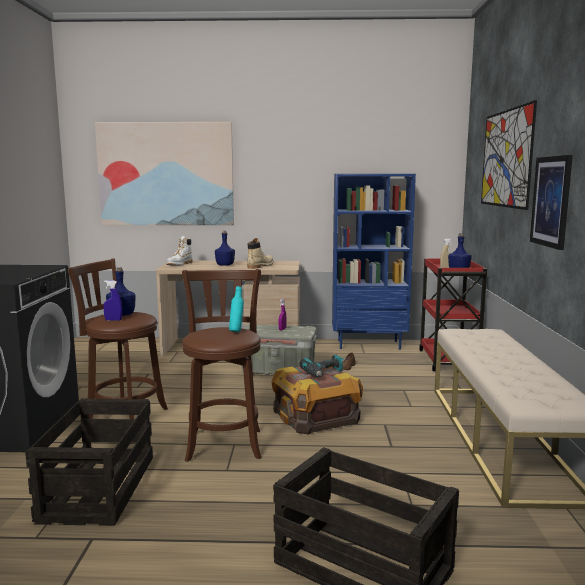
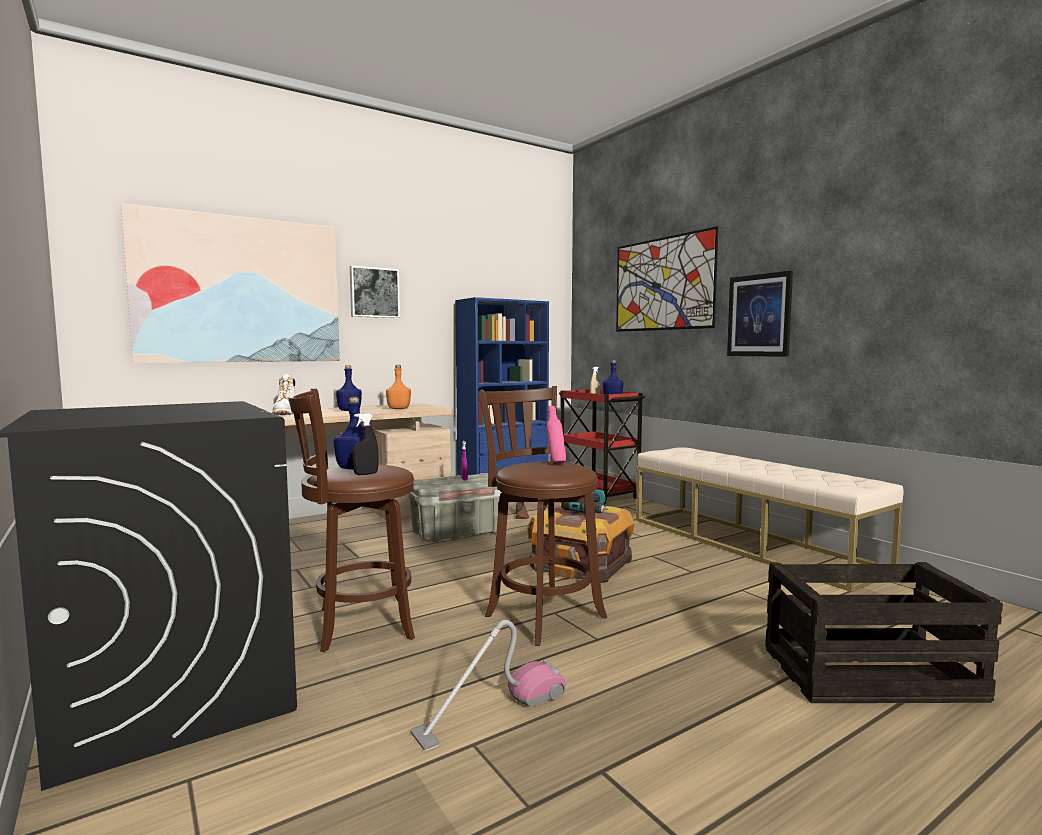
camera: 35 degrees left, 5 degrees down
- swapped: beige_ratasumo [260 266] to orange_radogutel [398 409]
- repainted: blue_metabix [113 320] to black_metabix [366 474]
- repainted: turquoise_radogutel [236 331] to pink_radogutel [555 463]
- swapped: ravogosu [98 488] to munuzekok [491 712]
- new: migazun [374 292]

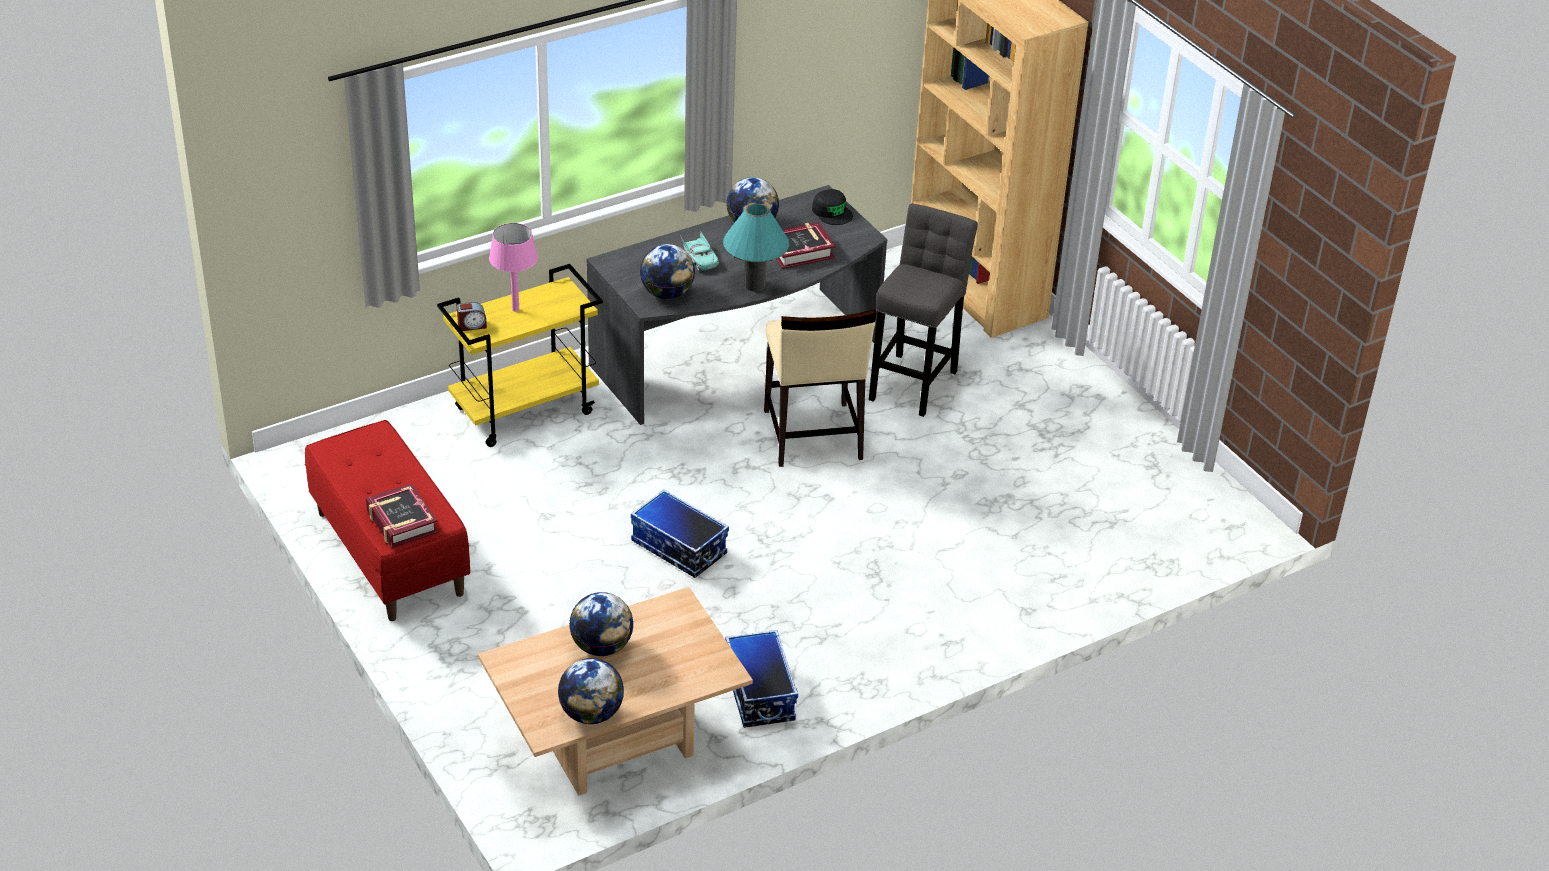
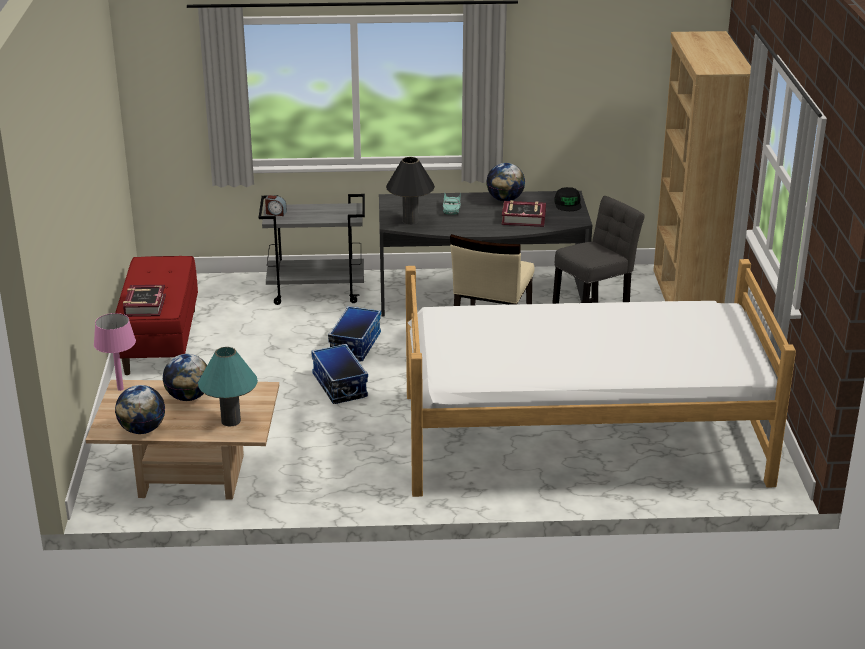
camera: 30 degrees right, 10 degrees down
- shifted: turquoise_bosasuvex [754 285] to [231 421]
- shifted: pink_bosasuvex [515 309] to [120 388]
- swapped: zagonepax [667 294] to black_bosasuvex [410 221]
- repainted: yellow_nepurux [525 410] to grey_nepurux [317 292]
- shifted: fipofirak [758 693] to [354 345]
- new: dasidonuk [583 439]

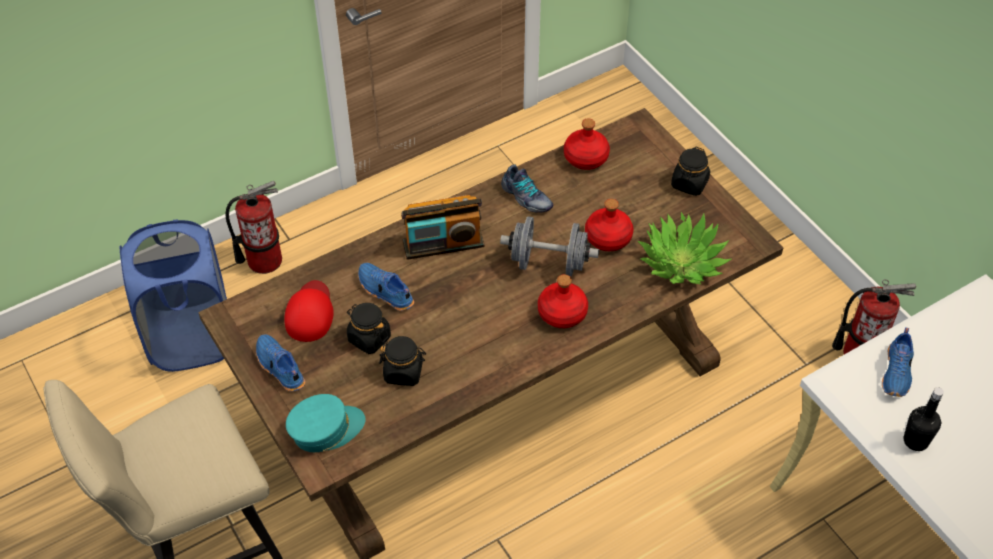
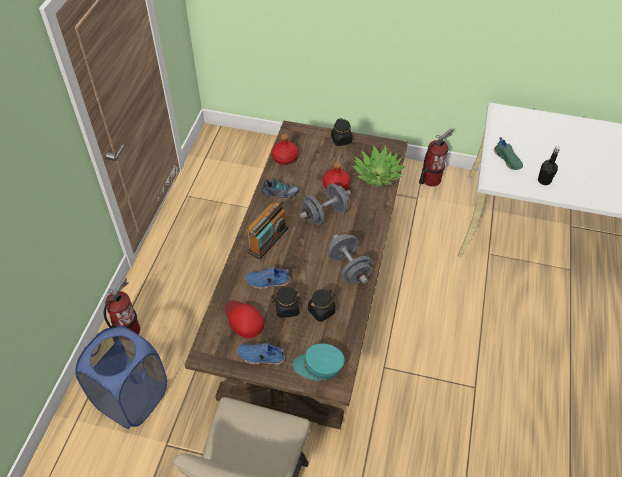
camera: 45 degrees left, 0 degrees up
- gone: red_radogutel [563 313]
- repainted: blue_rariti [897 373] to green_rariti [508 160]
- rotated: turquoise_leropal [326 429] = [319 366] 105 degrees counterclockwise
- new: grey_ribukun [349 268]

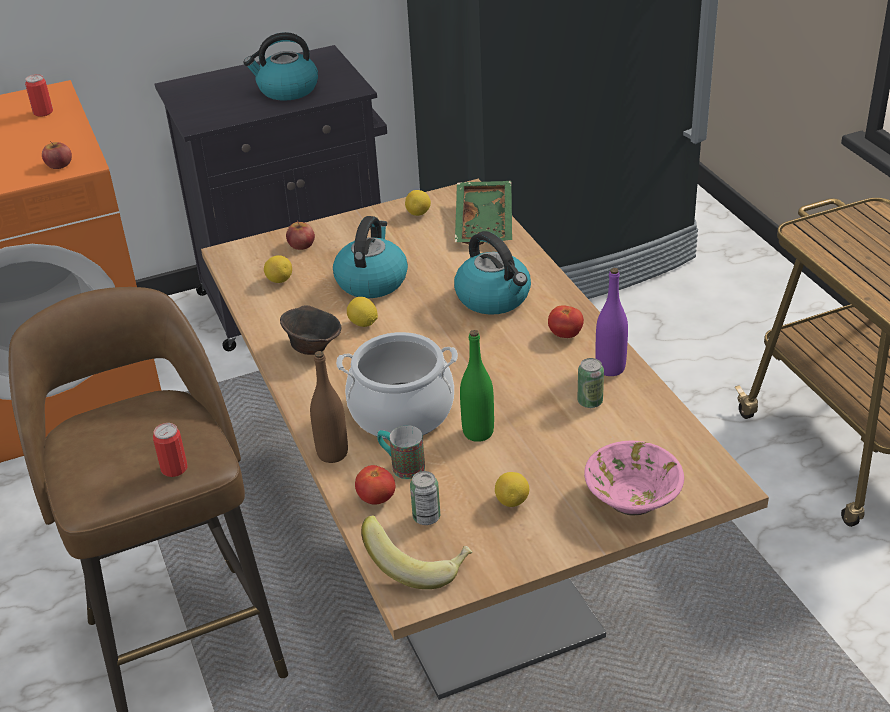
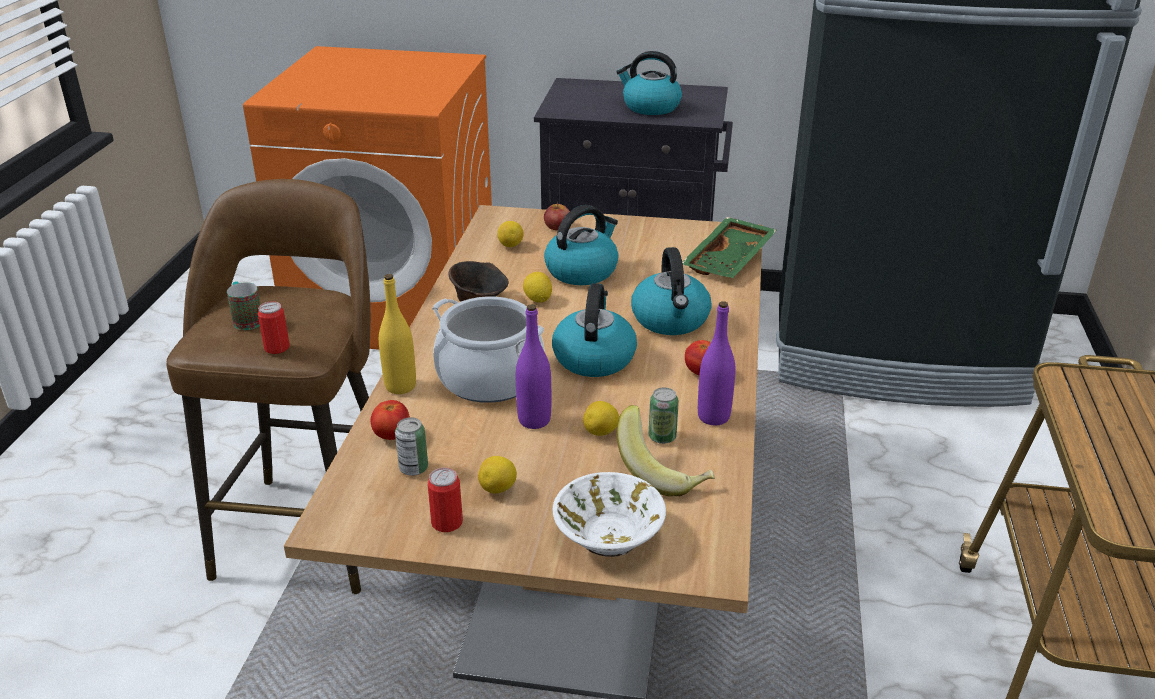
camera: 30 degrees right, 5 degrees down
- shifted: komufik [43 112] to [447 523]
- gone: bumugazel [59 164]
- shifted: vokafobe [418 213] to [601 432]
- repainted: green_radogutel [478 432] to purple_radogutel [534 420]
- repainted: brown_radogutel [332 453] to yellow_radogutel [400 386]
- shifted: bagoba [401 466] to [246 319]
- repainted: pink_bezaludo [632 498] to white_bezaludo [608 537]
- shifted: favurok [418 565] to [663 472]
- new: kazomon [593 357]

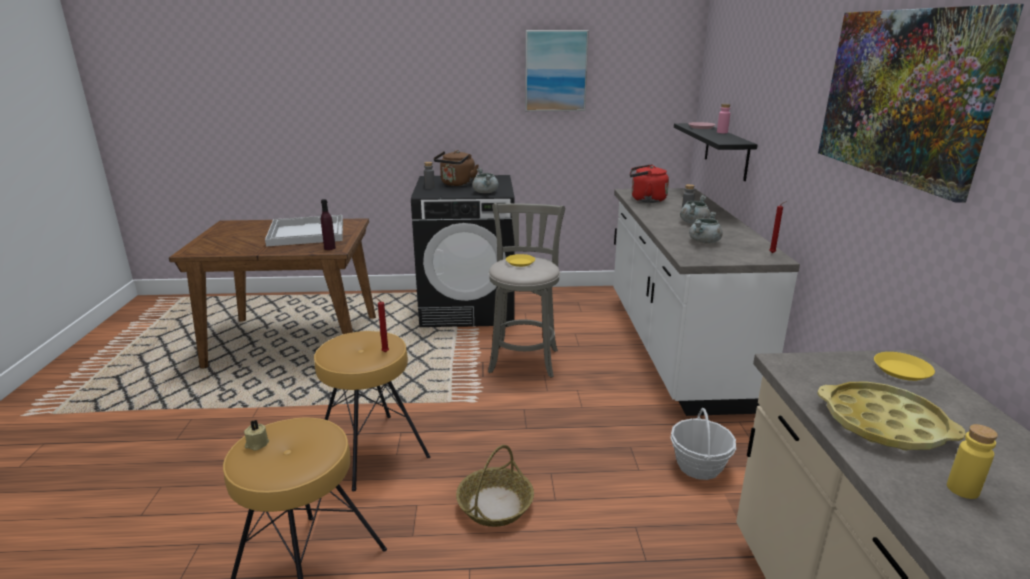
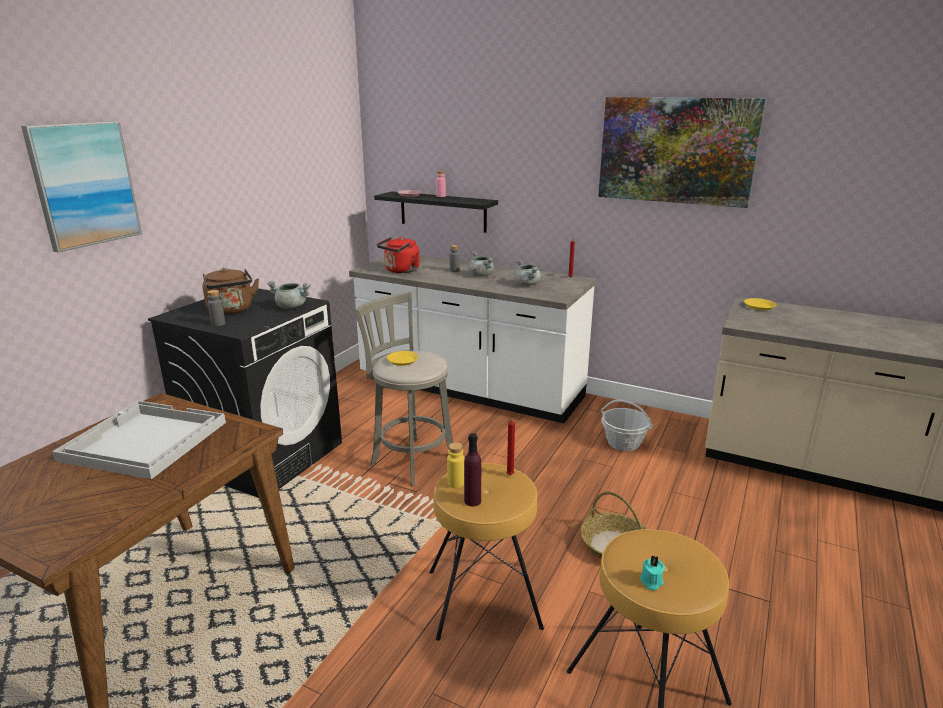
camera: 60 degrees left, 0 degrees up
- shifted: migazun [555 71] to [84 184]
- shifted: purple_radogutel [329 248] to [472 501]
- gone: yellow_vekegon [883 424]
- repainted: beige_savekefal [256 444] to turquoise_savekefal [651 582]
- shifted: yellow_radogutel [962 489] to [455 483]

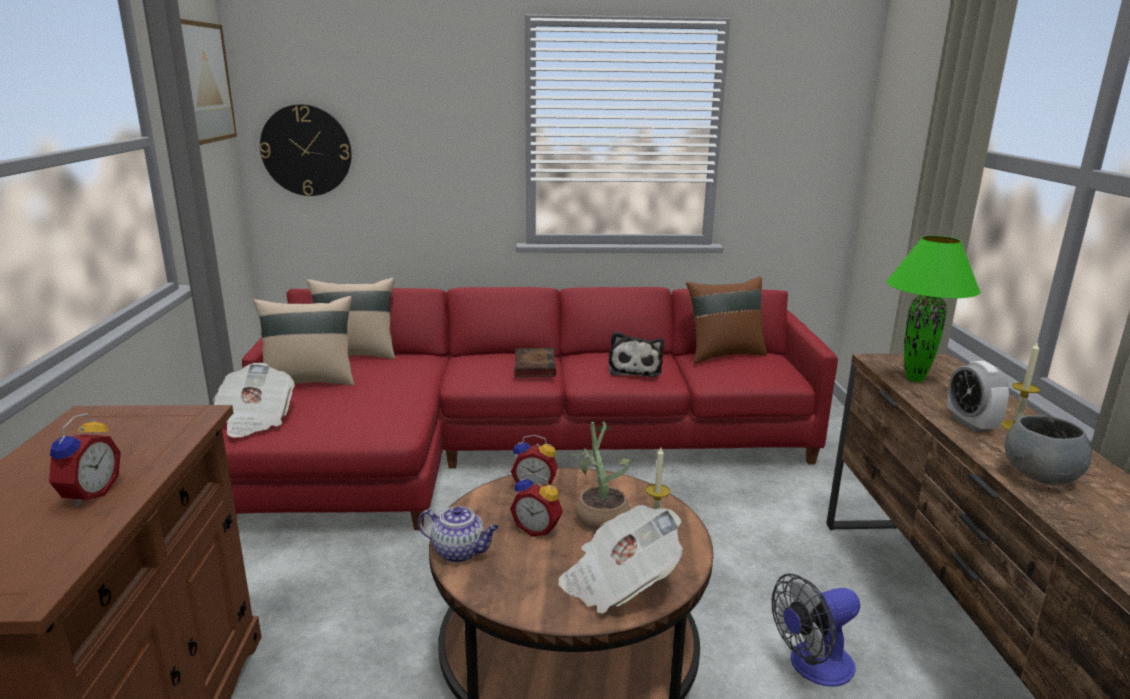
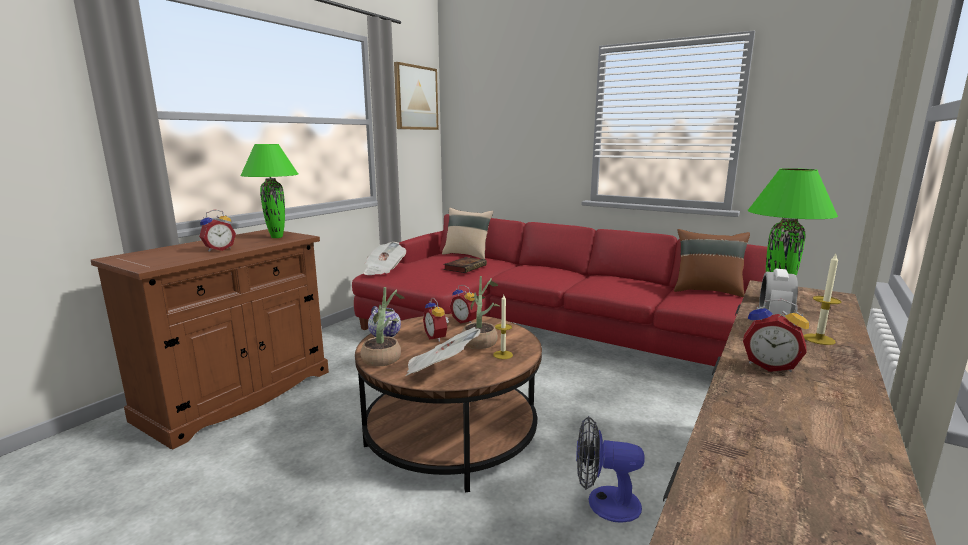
camera: 35 degrees right, 5 degrees down
- gone: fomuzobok [306 150]
- gone: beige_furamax [309 381]
- gone: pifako [635 369]
- shifted: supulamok [534 366] to [465 267]
- swapped: grey_bezaludo [1040 476] to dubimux [770 366]
- new: green_bosasuvex [277 237]
- new: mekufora [384 357]

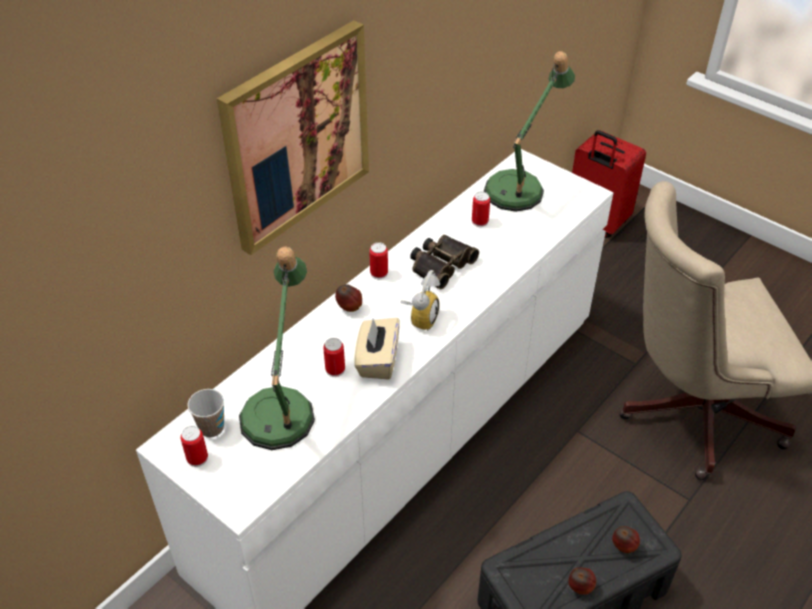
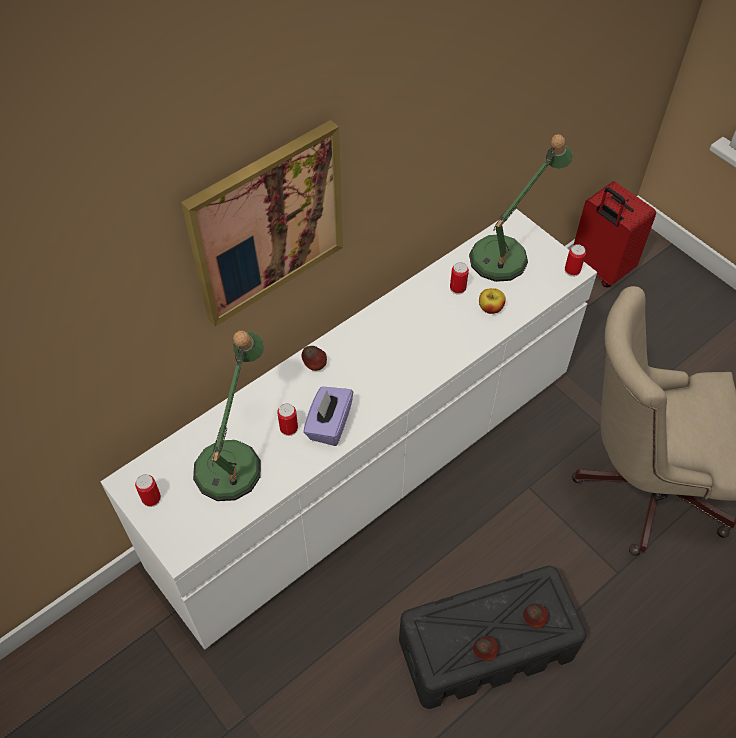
camera: 10 degrees right, 10 degrees up
- gone: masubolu [440 264]
- shifted: komufik [379 273] to [572 270]
- gone: dubimux [420 318]
- repainted: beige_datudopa [377 360] to purple_datudopa [329 424]
- gone: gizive [211 428]
- new: bumugazel [490 308]

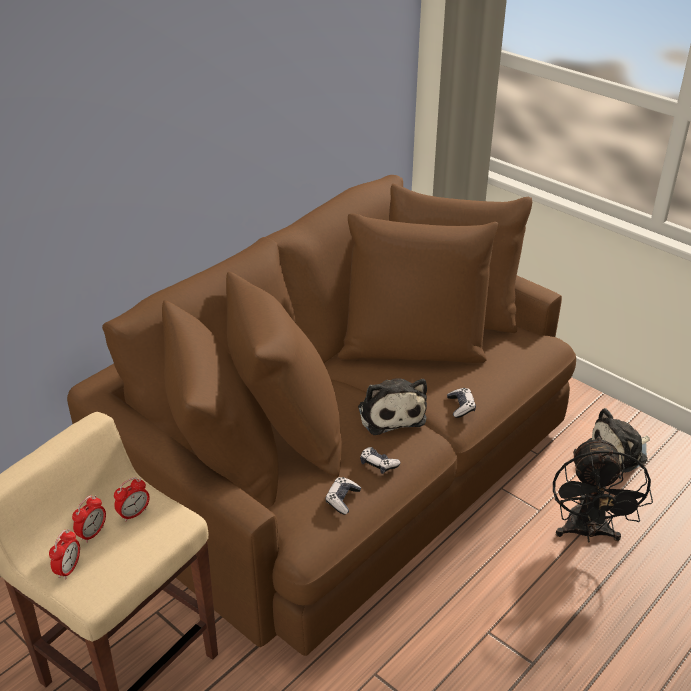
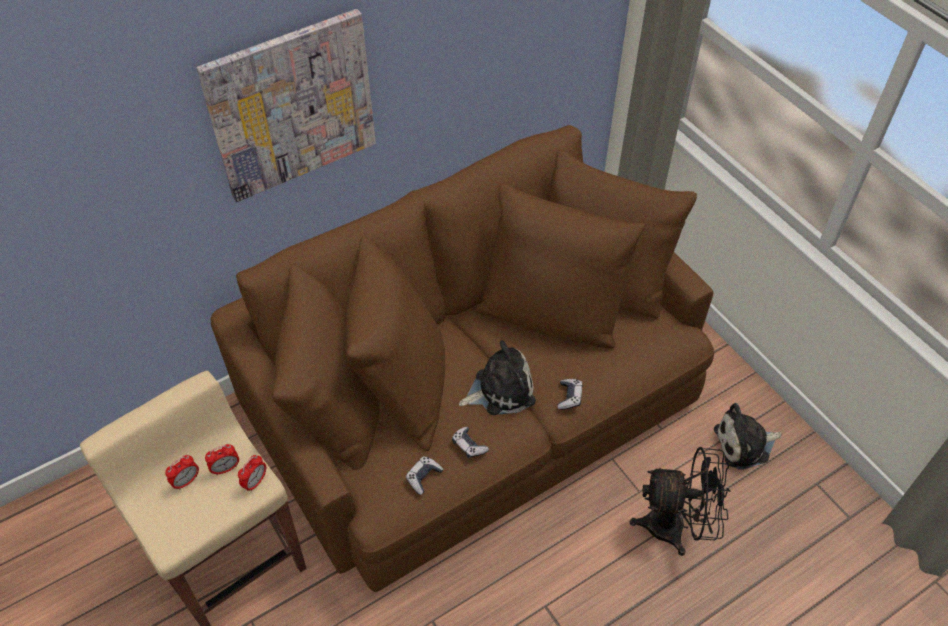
camera: 15 degrees right, 15 degrees up
- rotated: pifako [390 413] = [500 389] 105 degrees counterclockwise
- rotated: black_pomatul [587 533] = [675 526] 105 degrees counterclockwise
- shifted: dubimux [68 569] to [255 482]
- new: migazun [292 106]

